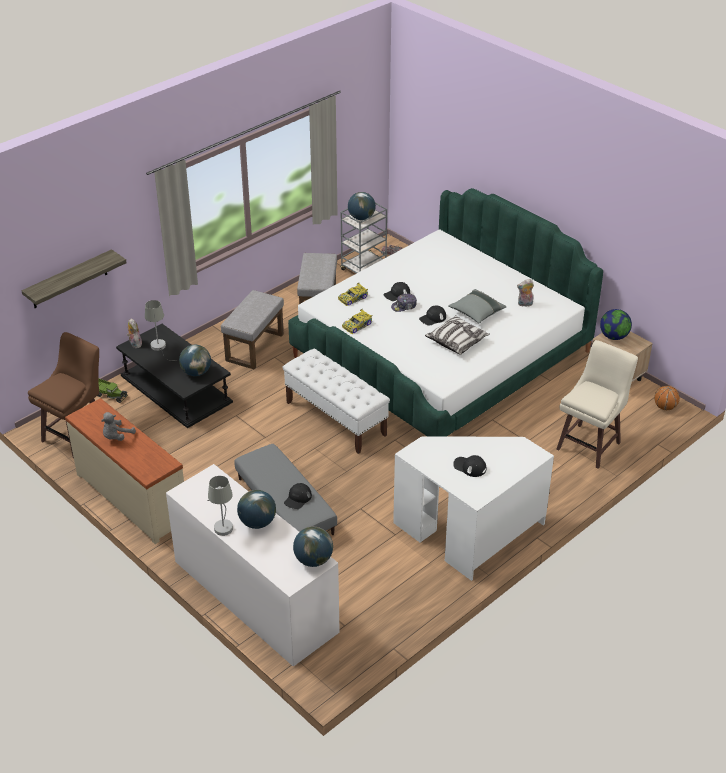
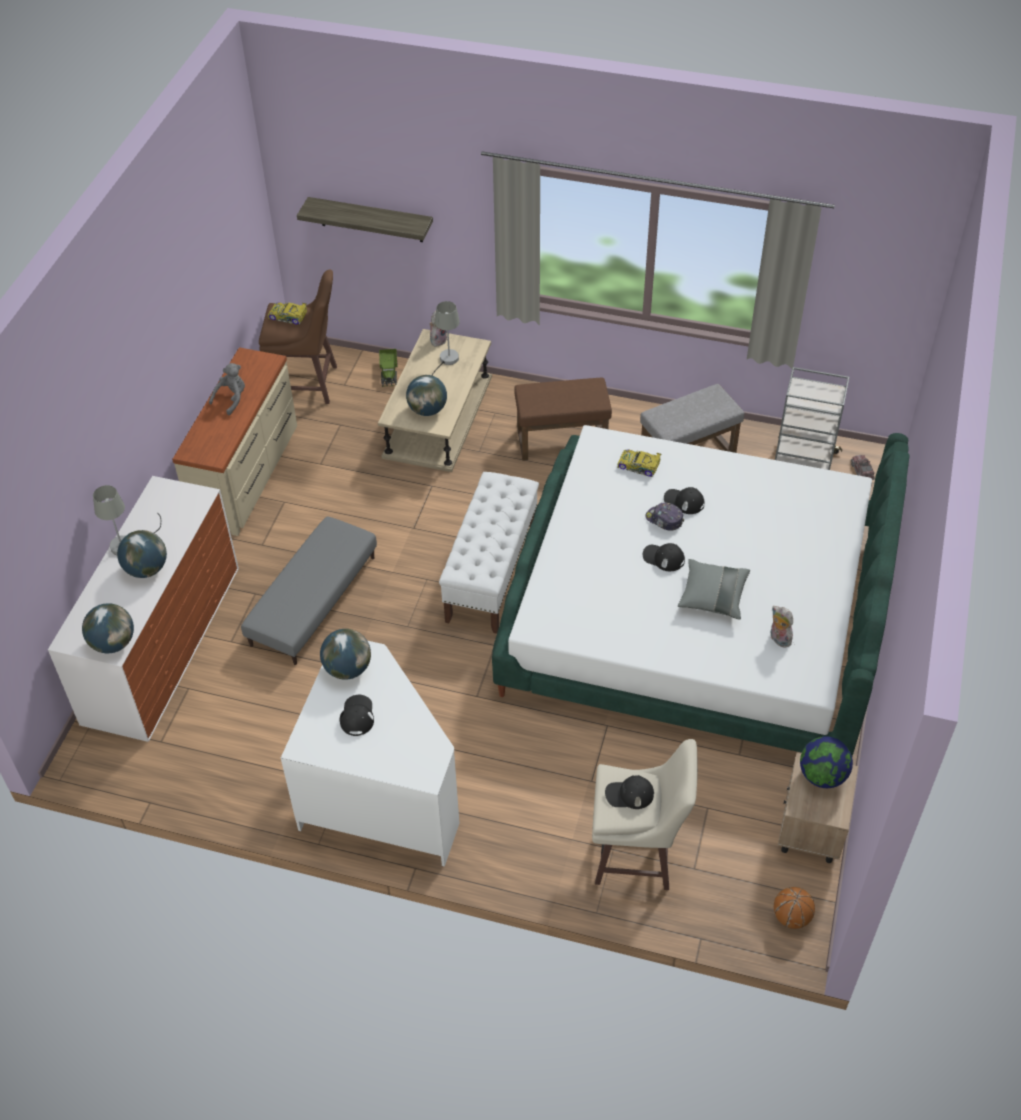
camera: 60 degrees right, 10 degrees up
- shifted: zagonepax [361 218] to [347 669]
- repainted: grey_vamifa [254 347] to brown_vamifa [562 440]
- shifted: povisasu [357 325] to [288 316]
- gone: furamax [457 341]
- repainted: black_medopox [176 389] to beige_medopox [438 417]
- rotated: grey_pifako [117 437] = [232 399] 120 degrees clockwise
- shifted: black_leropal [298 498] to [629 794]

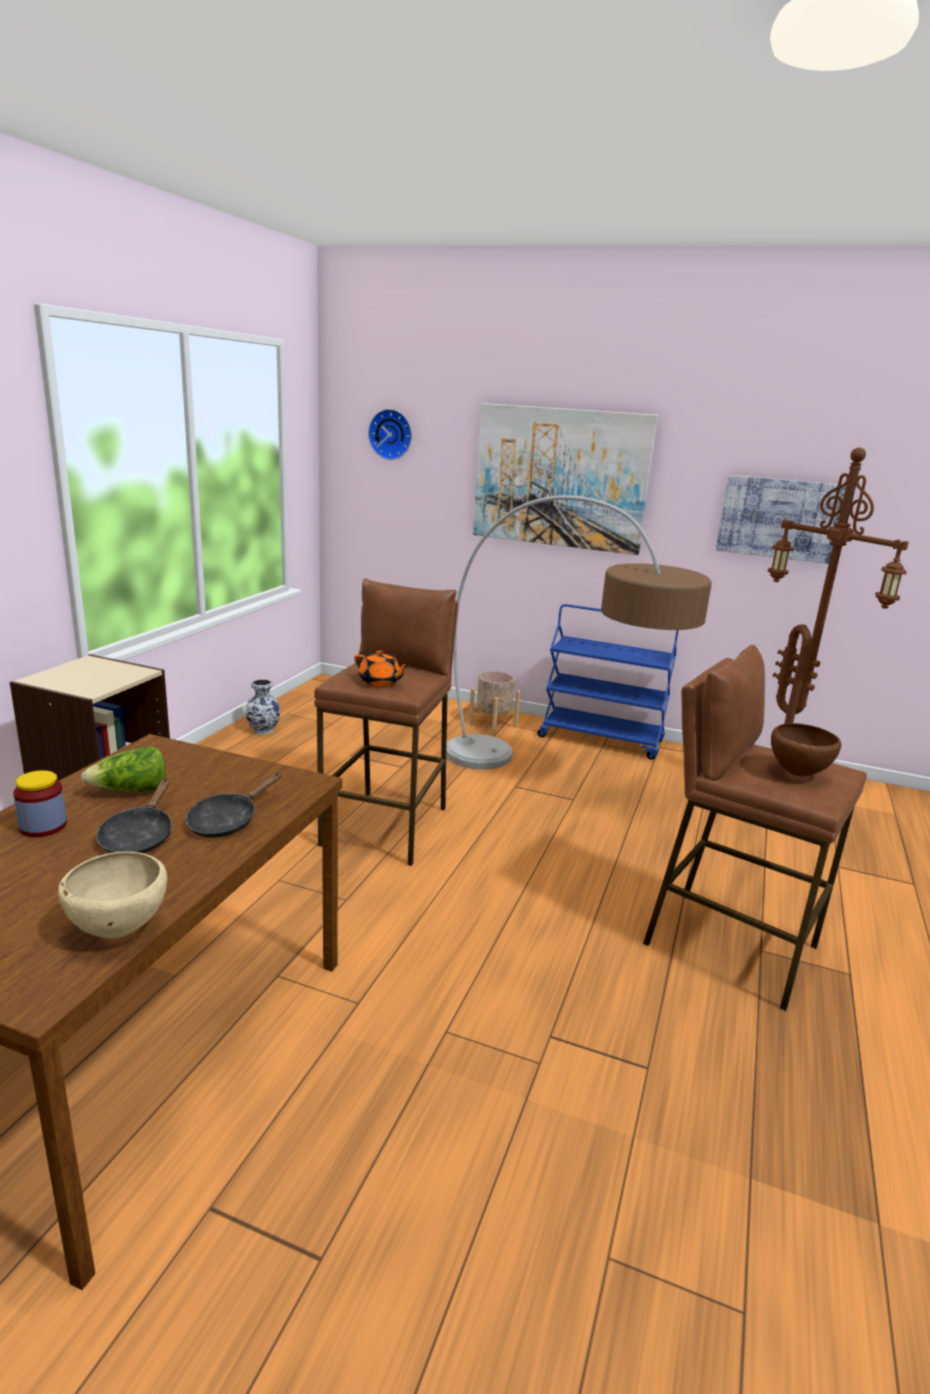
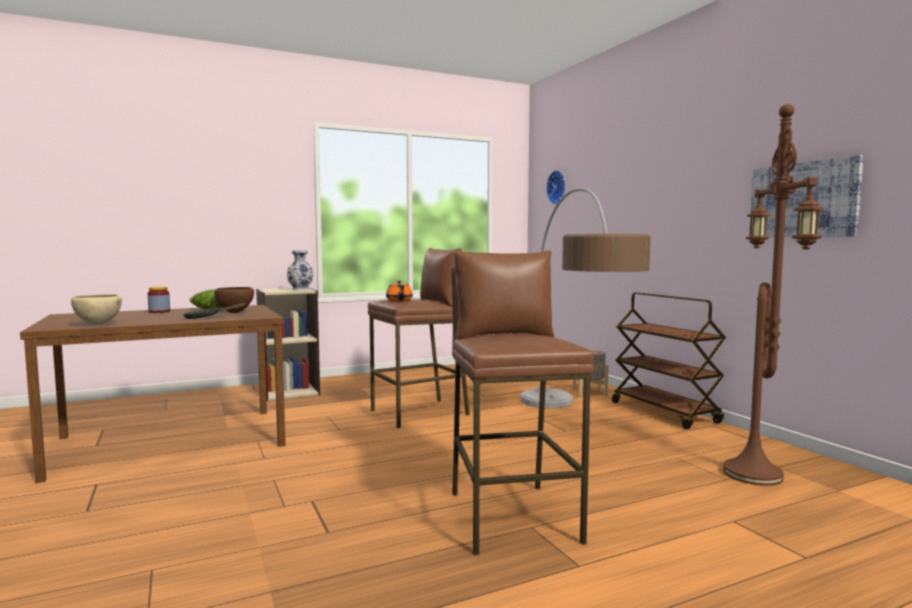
camera: 45 degrees right, 15 degrees down
- gone: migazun [560 478]
- repainted: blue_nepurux [601 739] to brown_nepurux [665 412]
- shifted: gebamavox [263 729] to [301 289]
- shifted: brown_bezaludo [797 774] to [234 313]
- gone: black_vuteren [139 836]

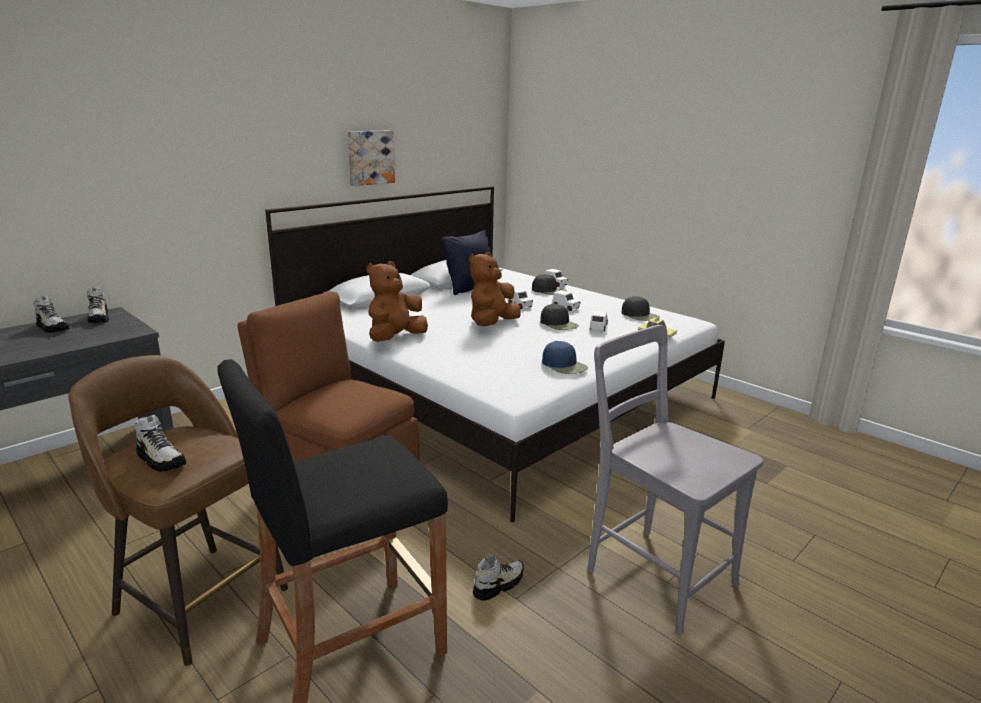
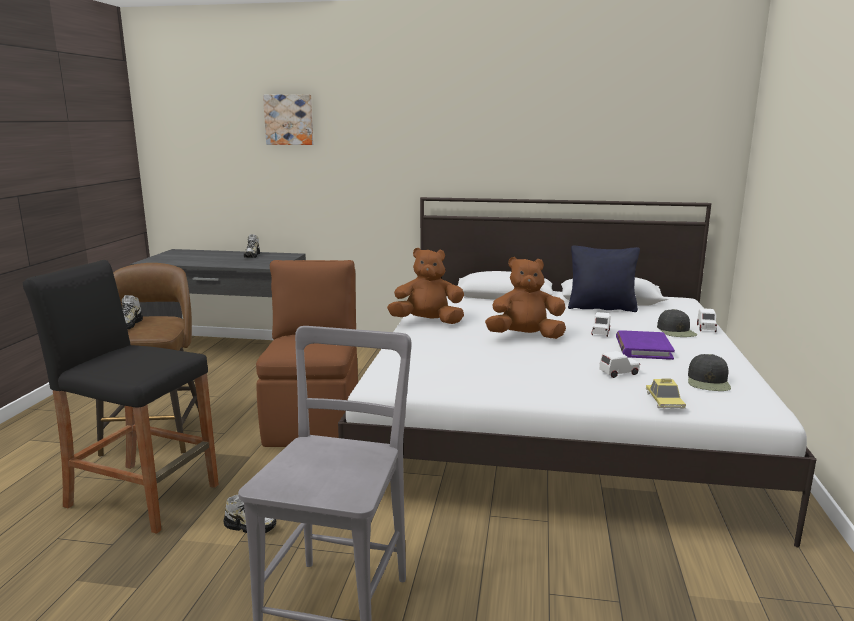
camera: 55 degrees right, 5 degrees down
- shifted: migazun [370 157] to [289 119]
- gone: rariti [99 318]
- swapped: white_povisasu [566 307] to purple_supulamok [643 348]
- gone: black_leropal [559 324]
- gone: blue_leropal [564 365]

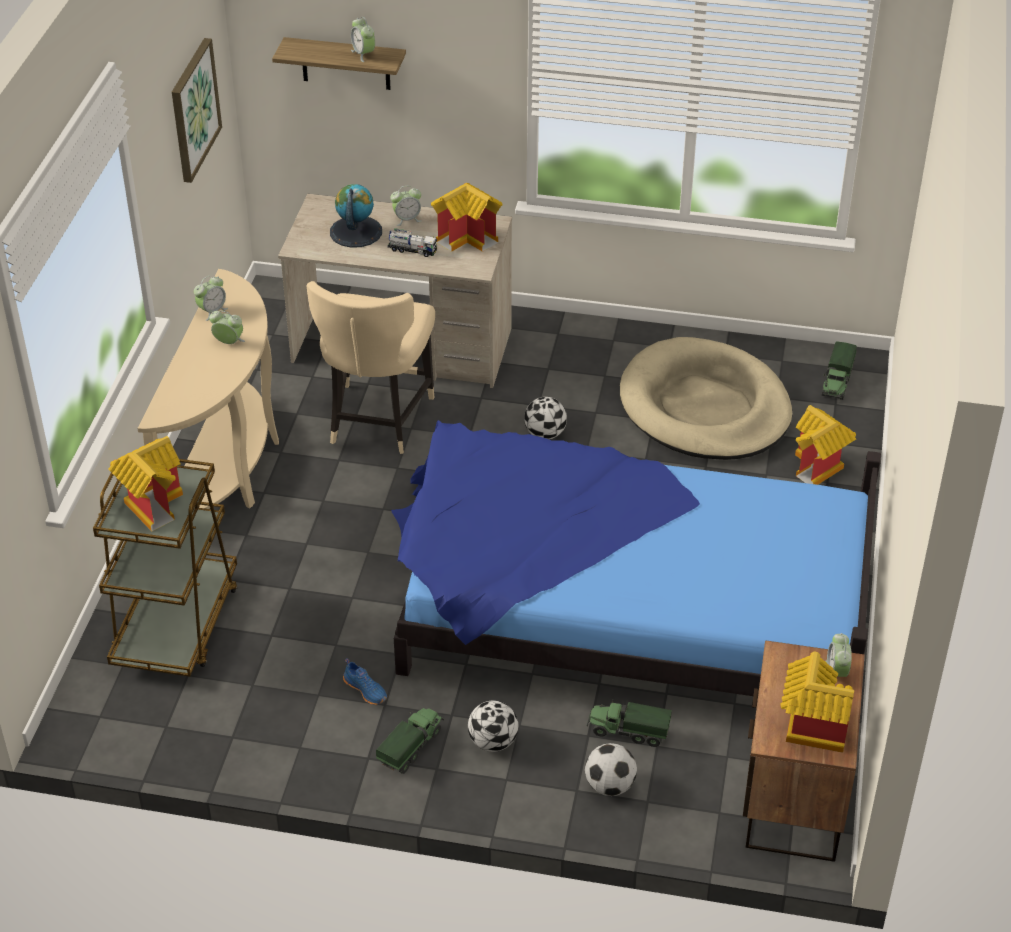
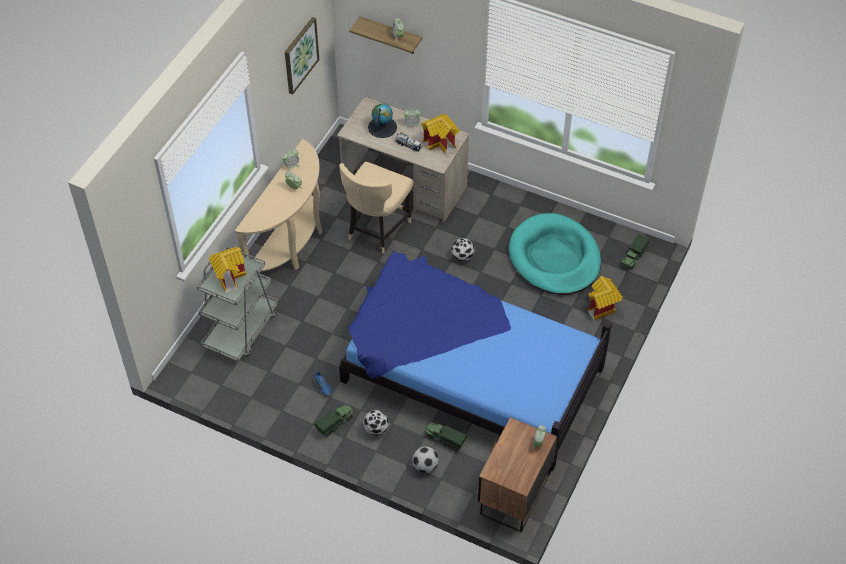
camera: 15 degrees right, 10 degrees up
- repainted: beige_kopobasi [705 407] to turquoise_kopobasi [554 258]
- repainted: brown_nepurux [176 624] to grey_nepurux [241 329]
- gone: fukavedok [808 728]

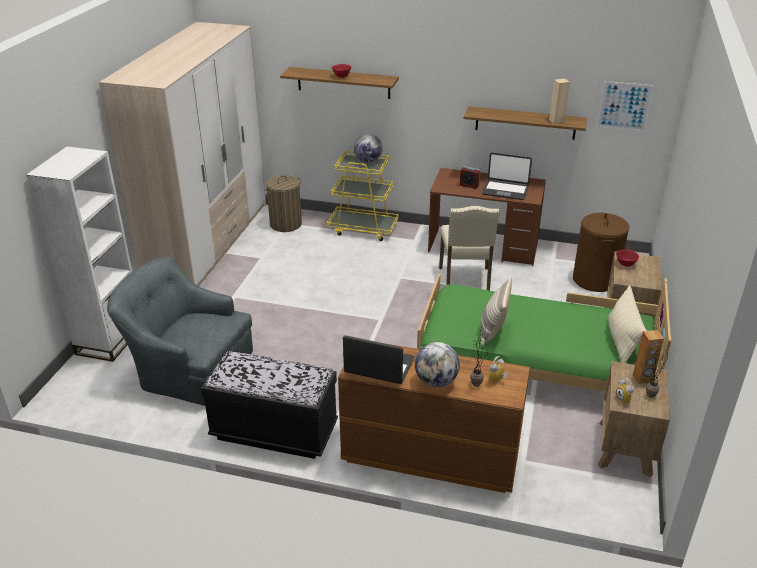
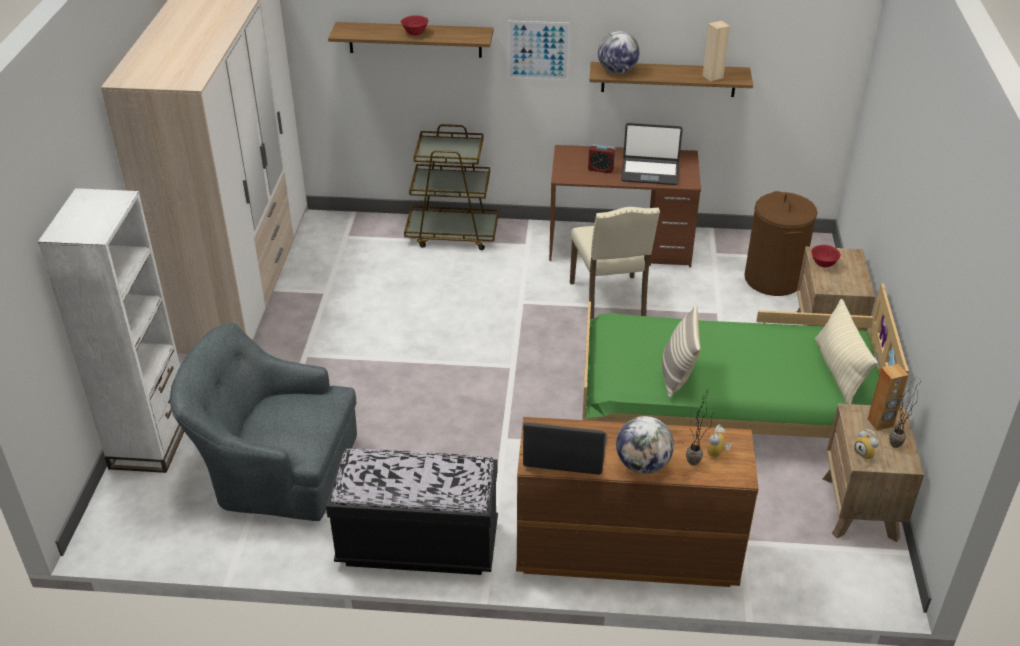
camera: 10 degrees left, 5 degrees up
- shifted: migazun [624 106] to [538 50]
- shifted: zagonepax [368 161] to [617 71]
- repainted: yellow_nepurux [363 228] to brown_nepurux [452 234]
- gone: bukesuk [286 224]

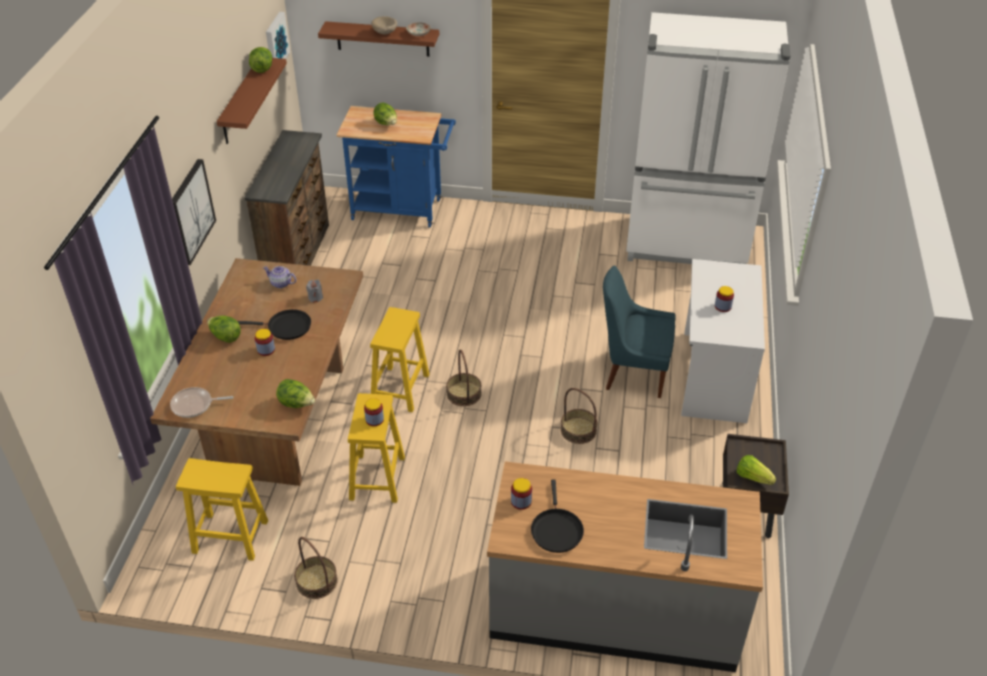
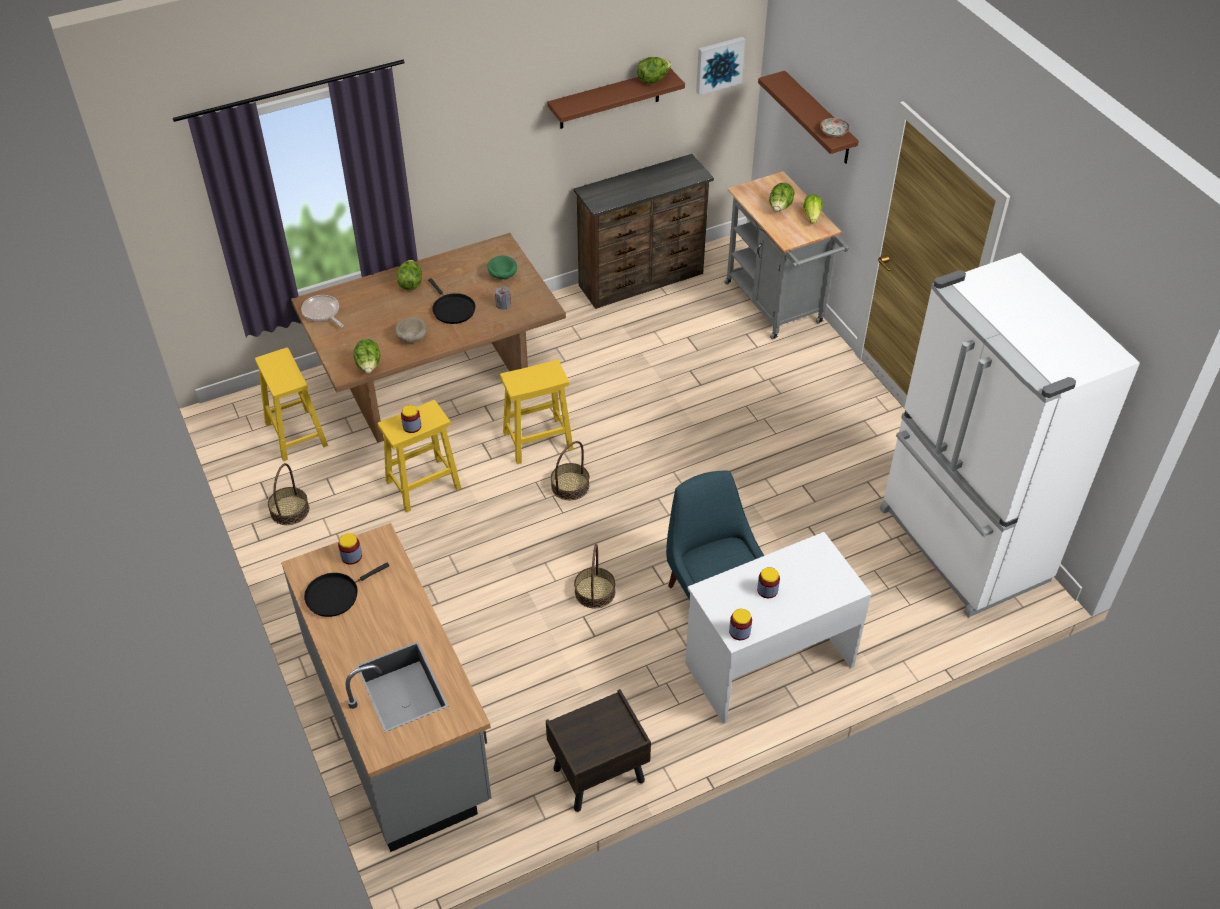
camera: 55 degrees right, 5 degrees up
- shifted: beige_bezaludo [384 33] to [411 338]
- repainted: blue_nepurux [402 210] to grey_nepurux [777 307]
- gone: migazun [191 211]
- swapped: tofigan [281 283] to green_bezaludo [502 276]
- shifted: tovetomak [266 350] to [739 631]
- shifted: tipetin [753 477] to [812 217]

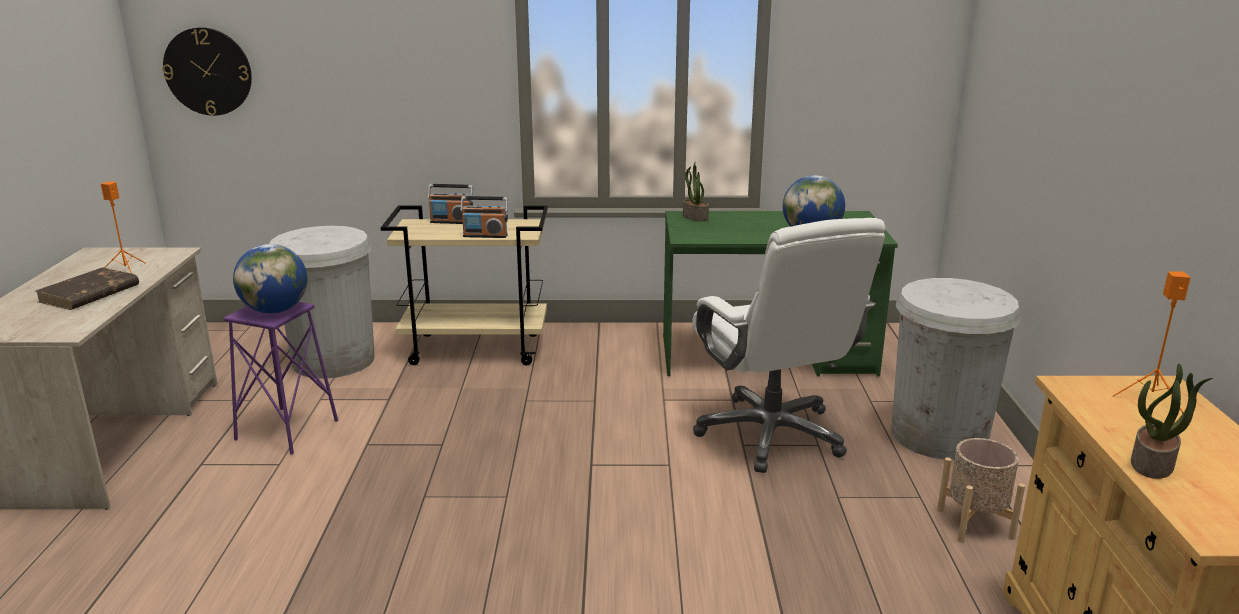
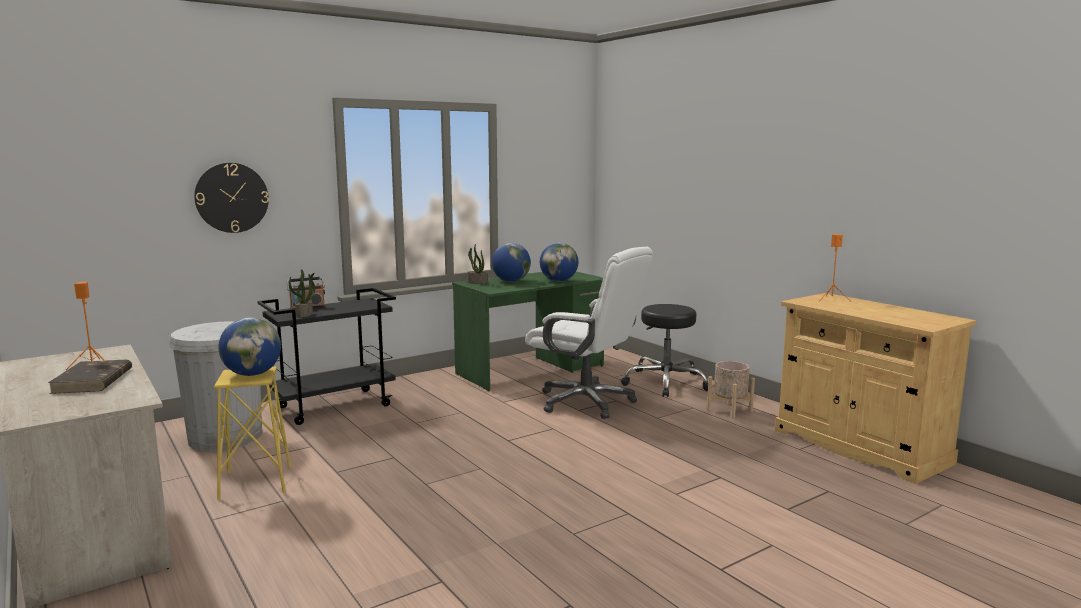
camera: 35 degrees left, 10 degrees down
- shifted: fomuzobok [208 71] to [232 197]
- gone: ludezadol [485 235]
- repainted: beige_nepurux [477 349] to black_nepurux [335 406]
- swapped: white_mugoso [938 435] to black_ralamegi [665 382]
- repainted: purple_ralamegi [286 430] to yellow_ralamegi [256 482]
- shifted: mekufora [1153 464] to [304 314]
- new: zagonepax [511 281]

